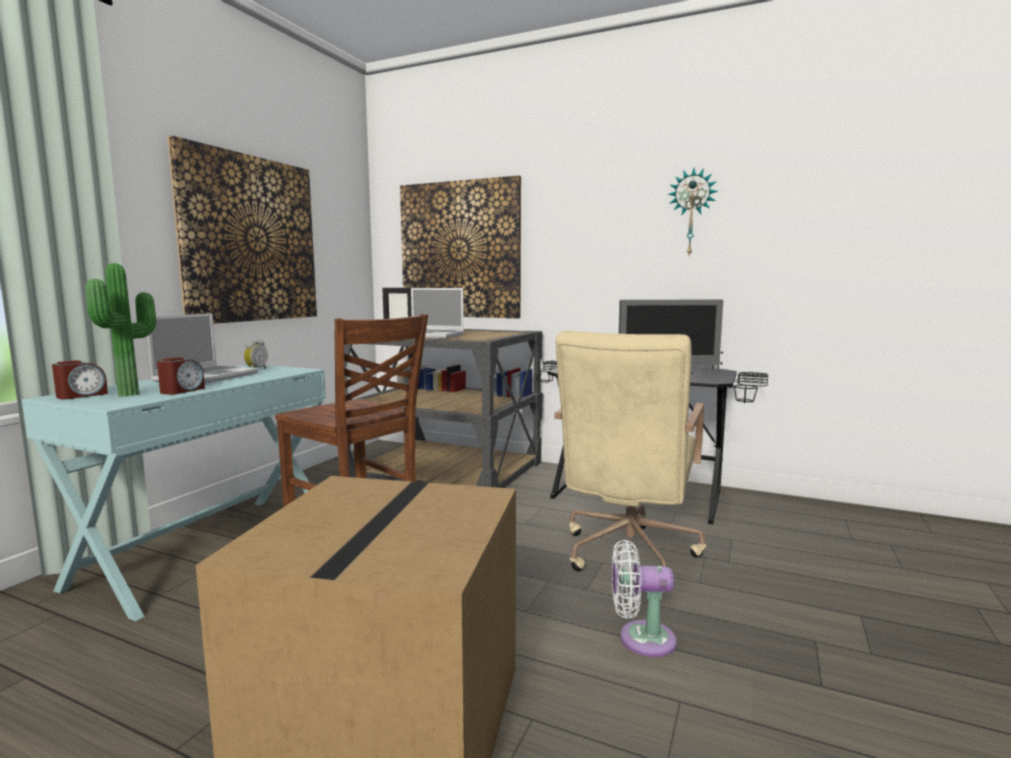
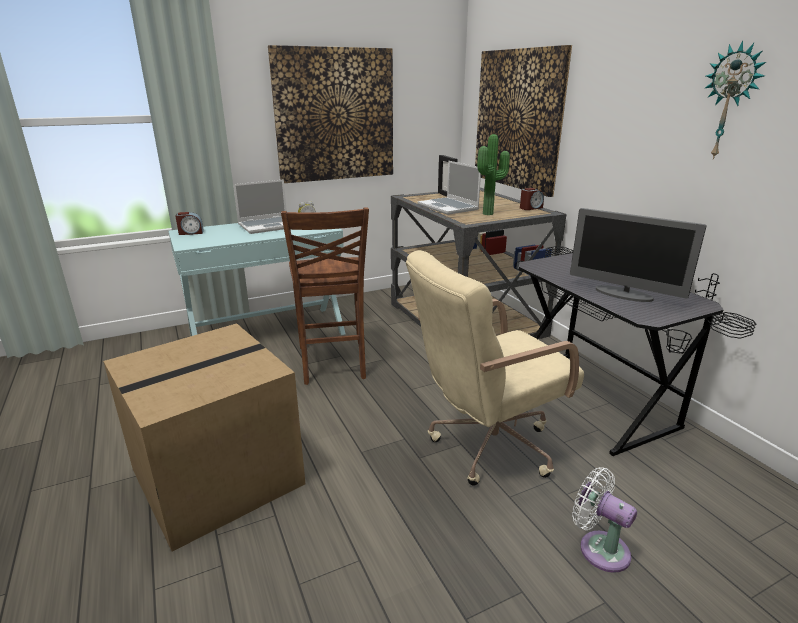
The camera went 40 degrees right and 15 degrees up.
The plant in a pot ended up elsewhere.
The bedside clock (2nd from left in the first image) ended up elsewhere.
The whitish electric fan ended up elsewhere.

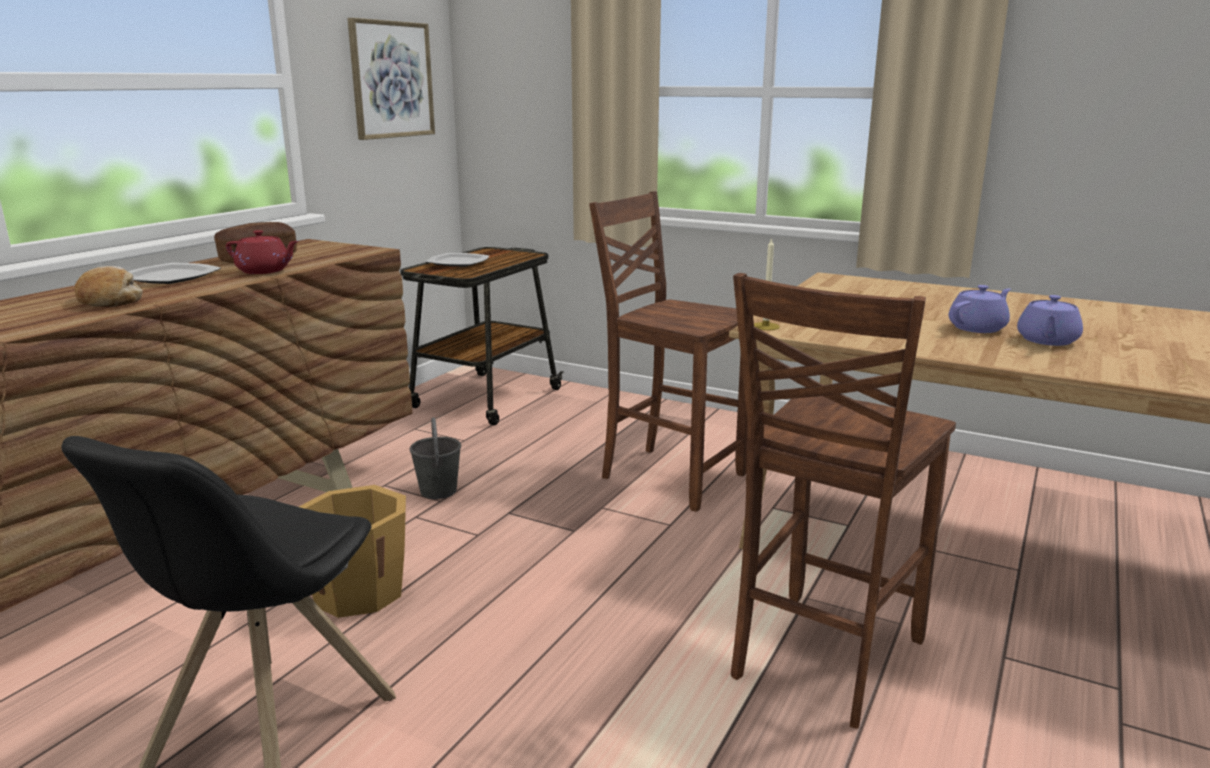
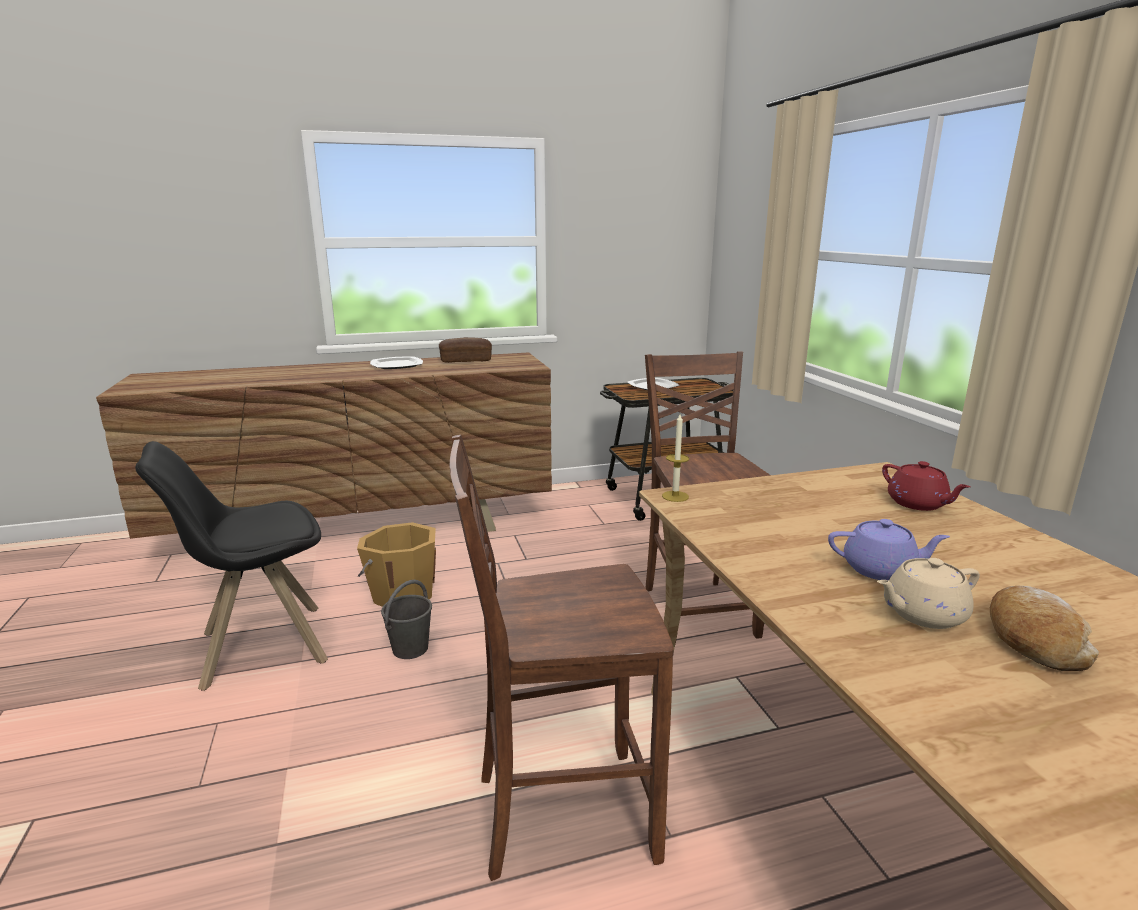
The camera went 45 degrees right and 0 degrees up.
The baked bread (1st from left in the first image) ended up elsewhere.
The red-coloured pot for tea ended up elsewhere.
The second view lost the wall art.
The grey bucket ended up elsewhere.
What was the purple pot for tea (2nd from left) turned into the beige pot for tea.

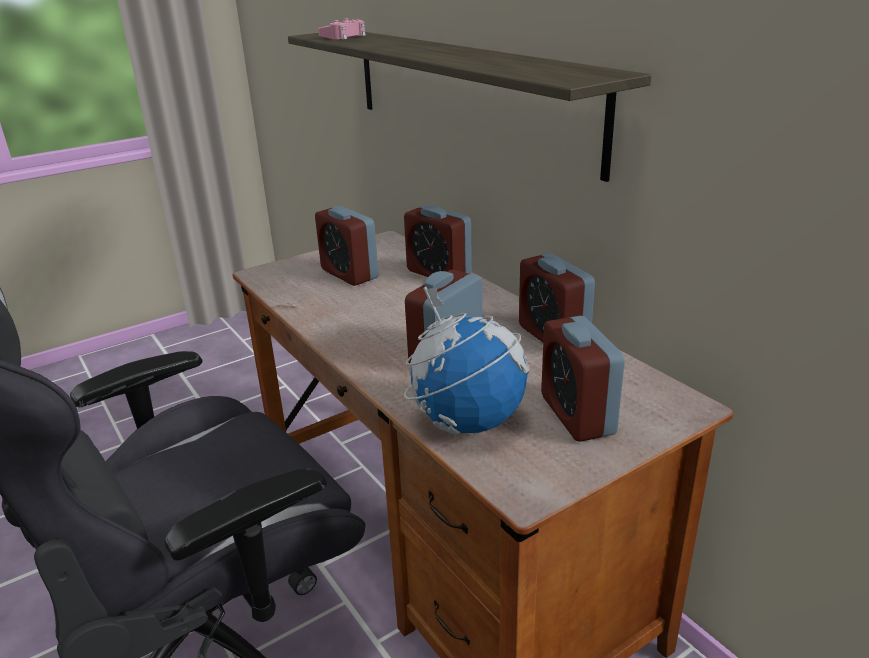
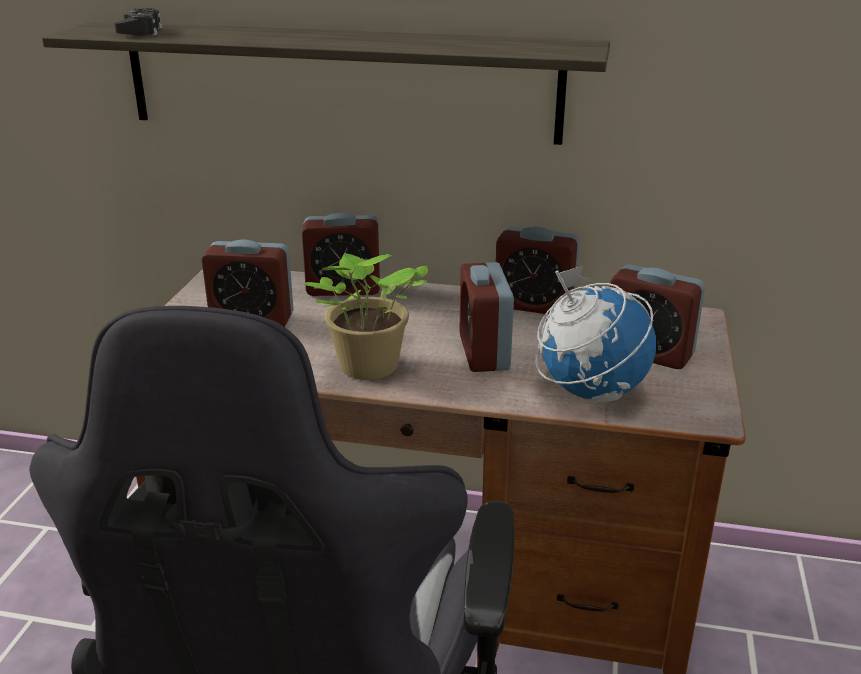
The camera went 45 degrees left and 0 degrees up.
What was the pinkish gamepad turned into the black-coloured gamepad.
The second view gained the plant in a pot.

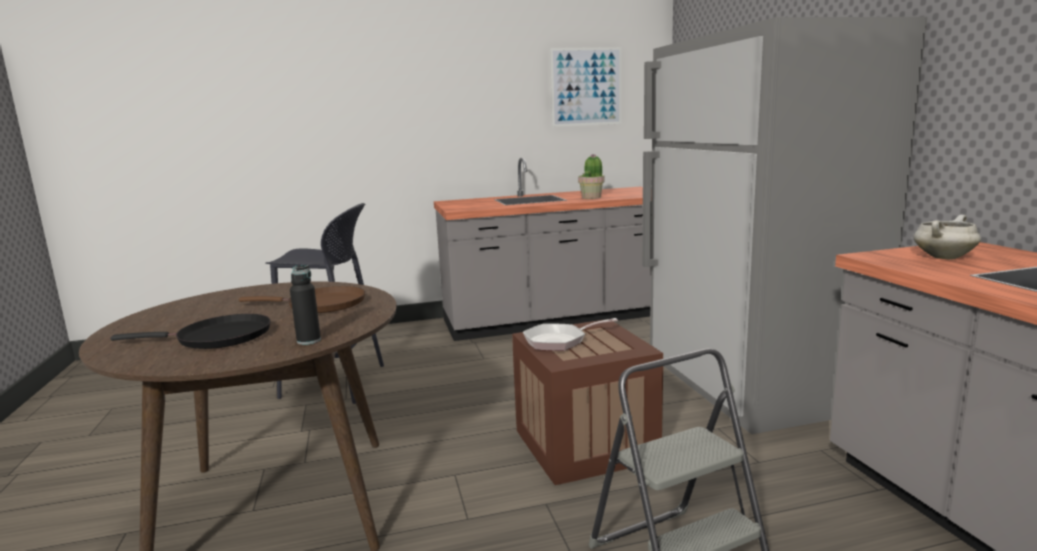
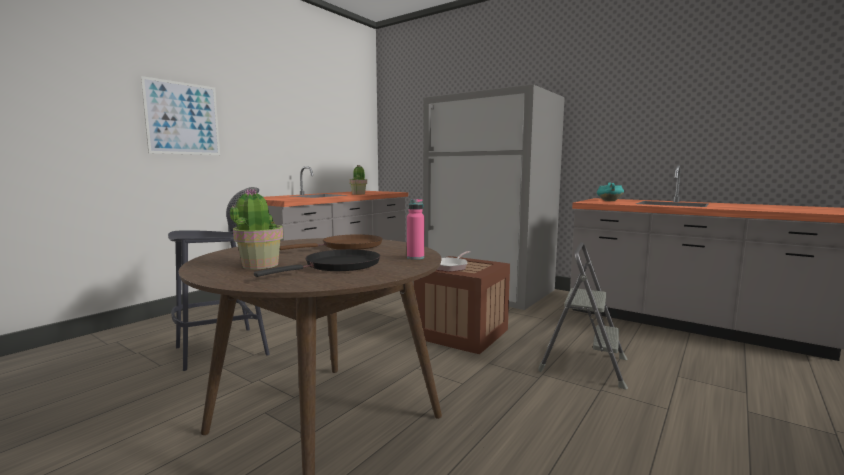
The camera went 40 degrees left and 5 degrees down.
What was the black-coloured drink bottle turned into the pinkish drink bottle.
The wall art ended up elsewhere.
What was the whitish saucepot turned into the blue-green saucepot.
The second view gained the plant in a pot (1st from left).

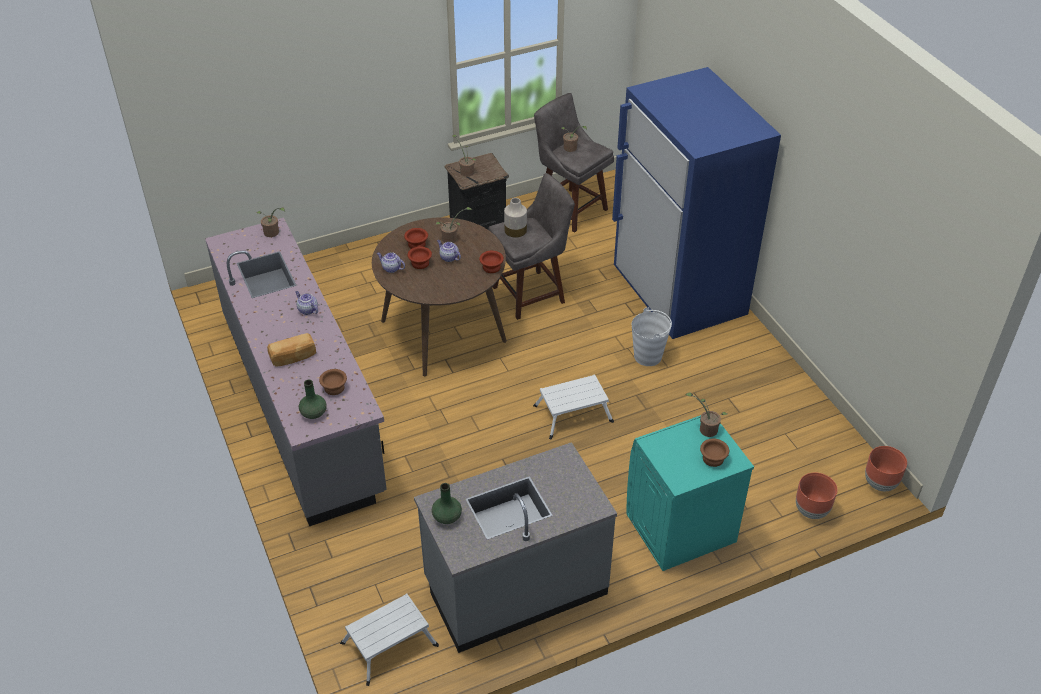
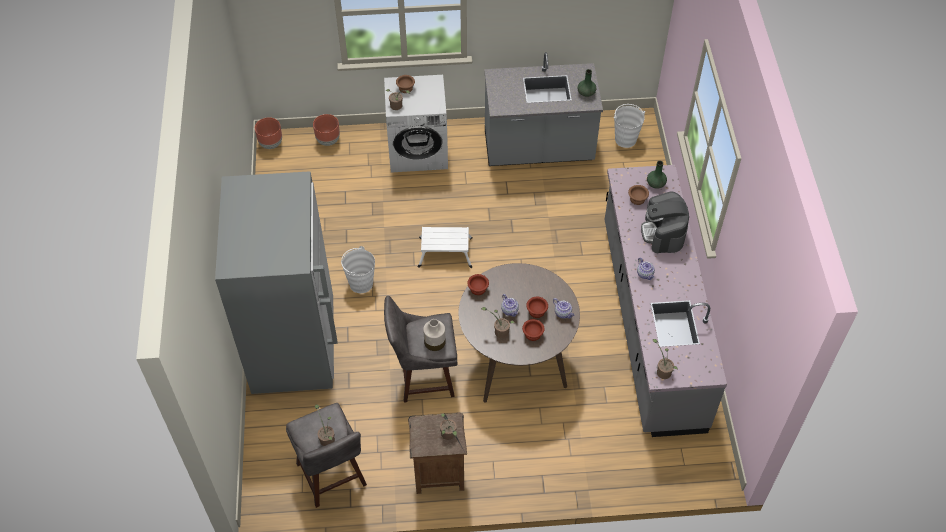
The camera went 160 degrees left and 10 degrees up.
Where the baked bread stood, the coffee maker came to stand.
Where the whitish step ladder (1st from left) stood, the whitish bucket (2nd from left) came to stand.
What was the blue kitchen fridge turned into the grey kitchen fridge.
What was the blue-green washing machine turned into the whitish washing machine.

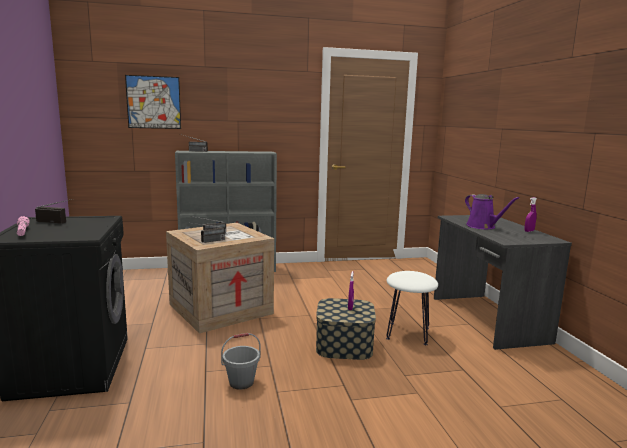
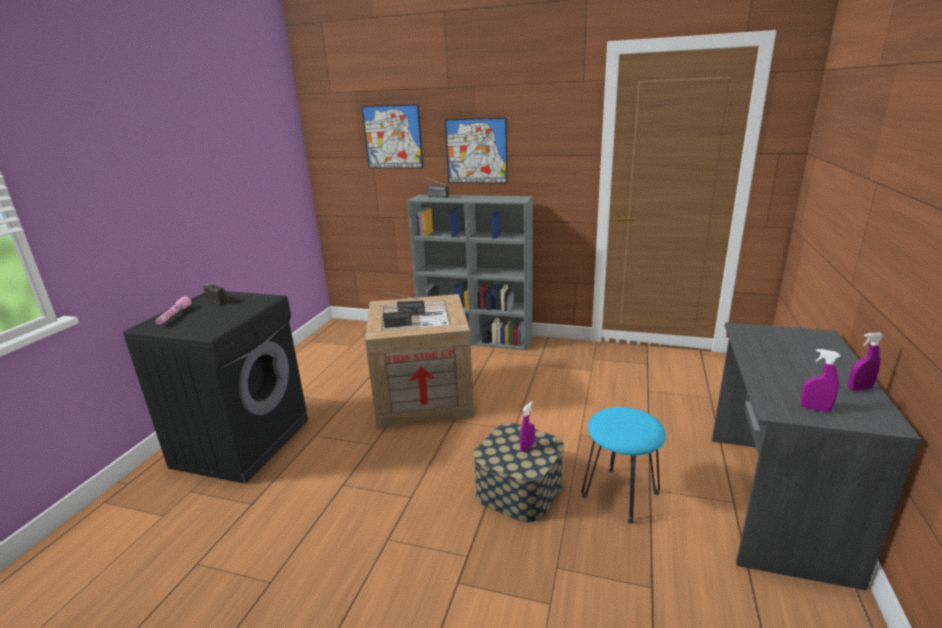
The camera went 30 degrees right and 10 degrees up.
The second view lost the grey bucket.
What was the whitish stool turned into the blue-green stool.
The second view lost the purple watering pot.
The second view gained the wall art (2nd from left).
The second view gained the purple spray bottle (2nd from left).

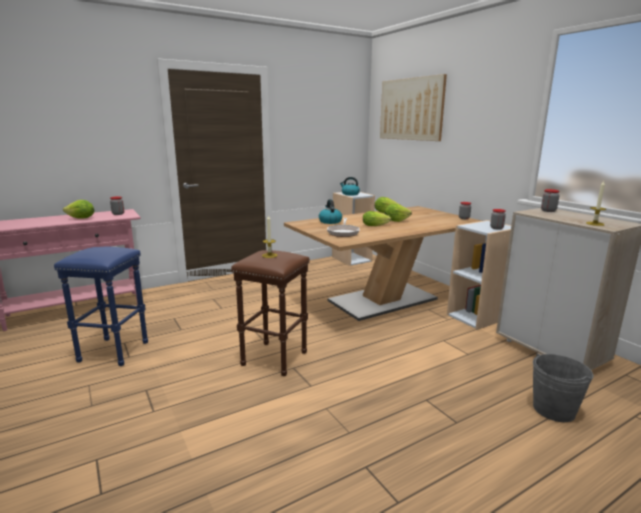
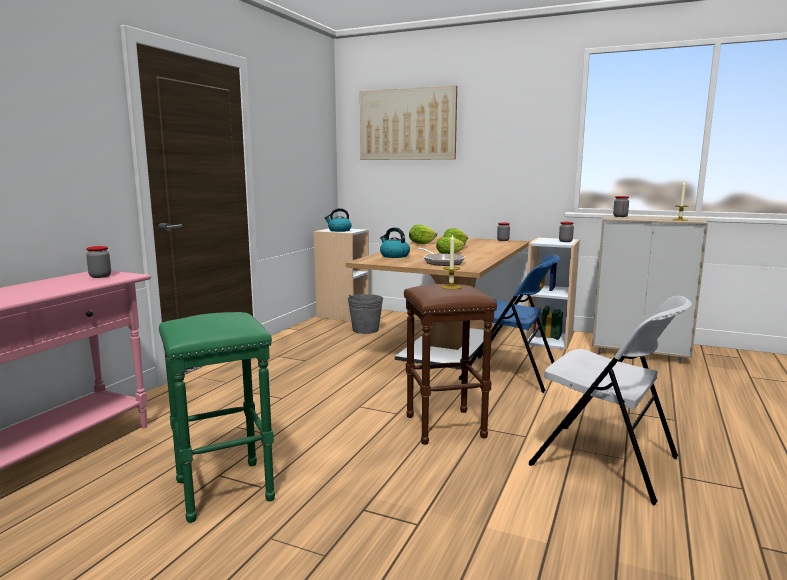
The camera went 35 degrees left and 5 degrees down.
What was the blue stool turned into the green stool.
The second view lost the head of lettuce (1st from left).
The grey bucket ended up elsewhere.
The second view gained the blue upright chair.
The second view gained the whitish upright chair.

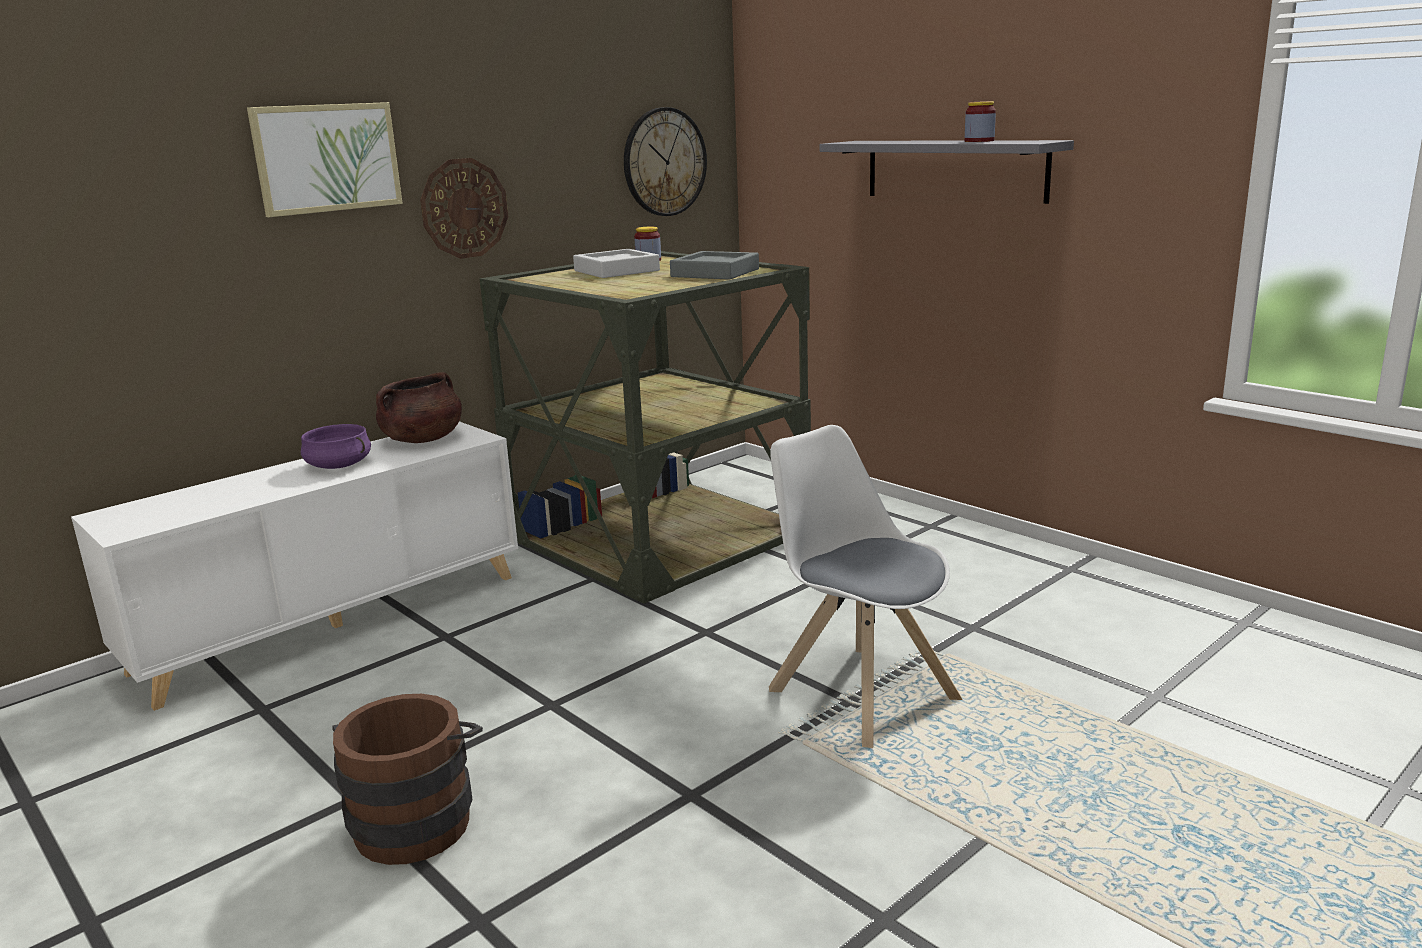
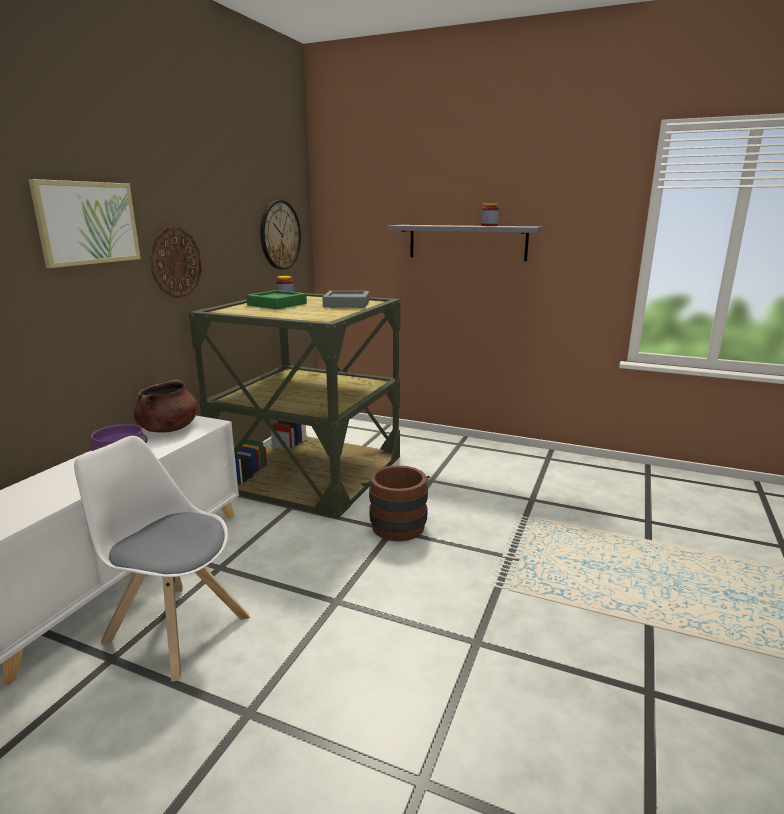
The camera went 25 degrees left and 0 degrees up.
The brownish bucket ended up elsewhere.
What was the grey carrying tray (1st from left) turned into the green carrying tray.
The upright chair ended up elsewhere.

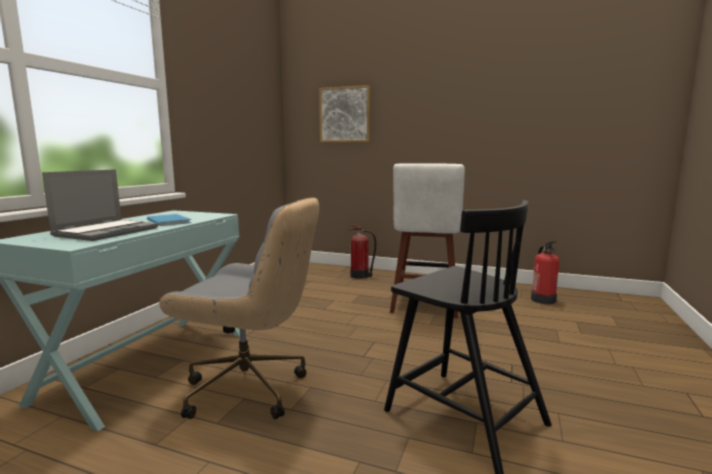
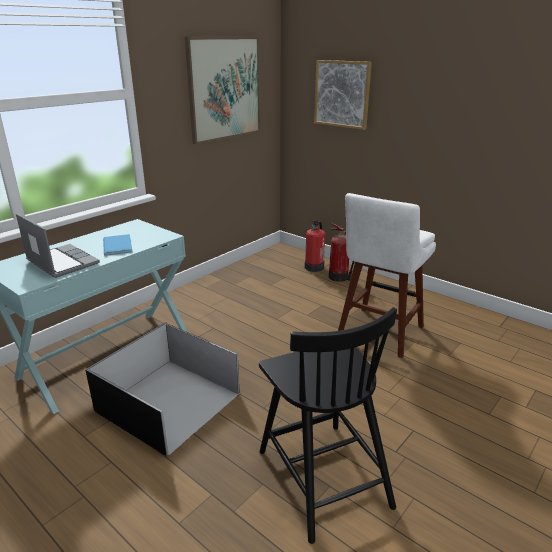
The camera went 20 degrees right and 15 degrees up.
The notebook computer ended up facing another way, 90 degrees counterclockwise from before.
Where the grey computer chair stood, the black-coloured storage bin came to stand.
The extinguisher (2nd from left in the first image) ended up elsewhere.
The second view gained the wall art (1st from left).

